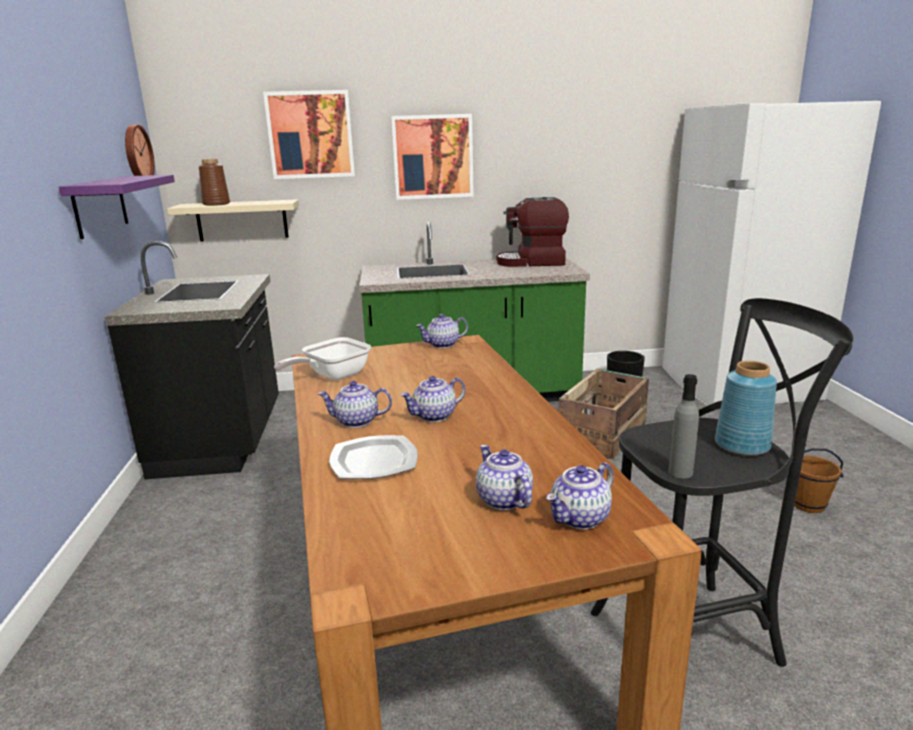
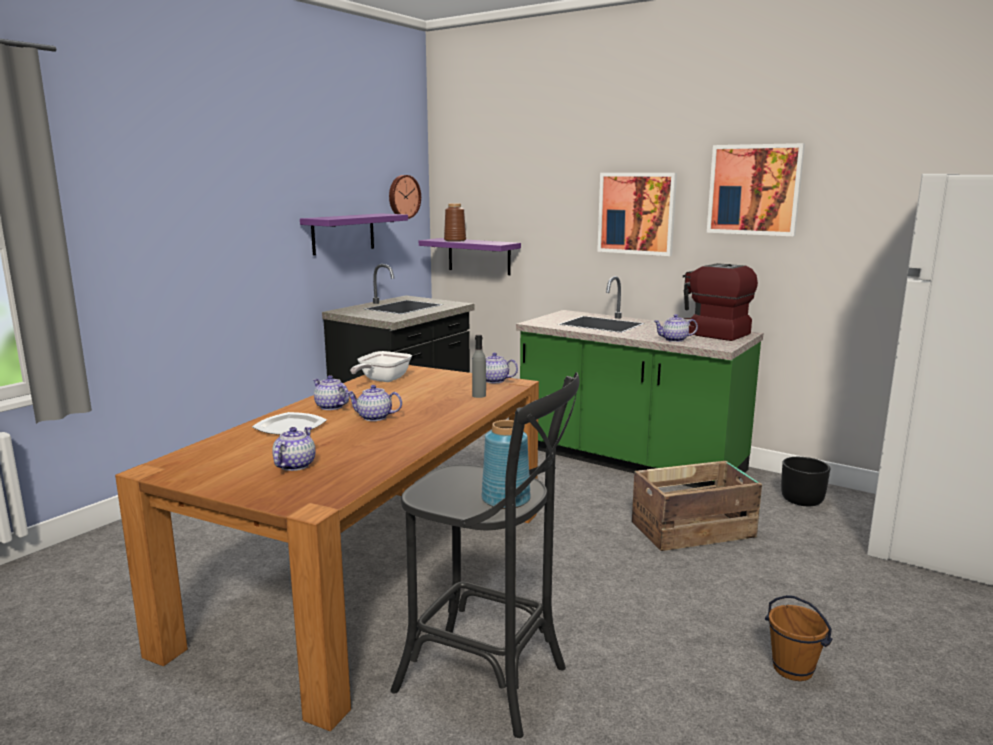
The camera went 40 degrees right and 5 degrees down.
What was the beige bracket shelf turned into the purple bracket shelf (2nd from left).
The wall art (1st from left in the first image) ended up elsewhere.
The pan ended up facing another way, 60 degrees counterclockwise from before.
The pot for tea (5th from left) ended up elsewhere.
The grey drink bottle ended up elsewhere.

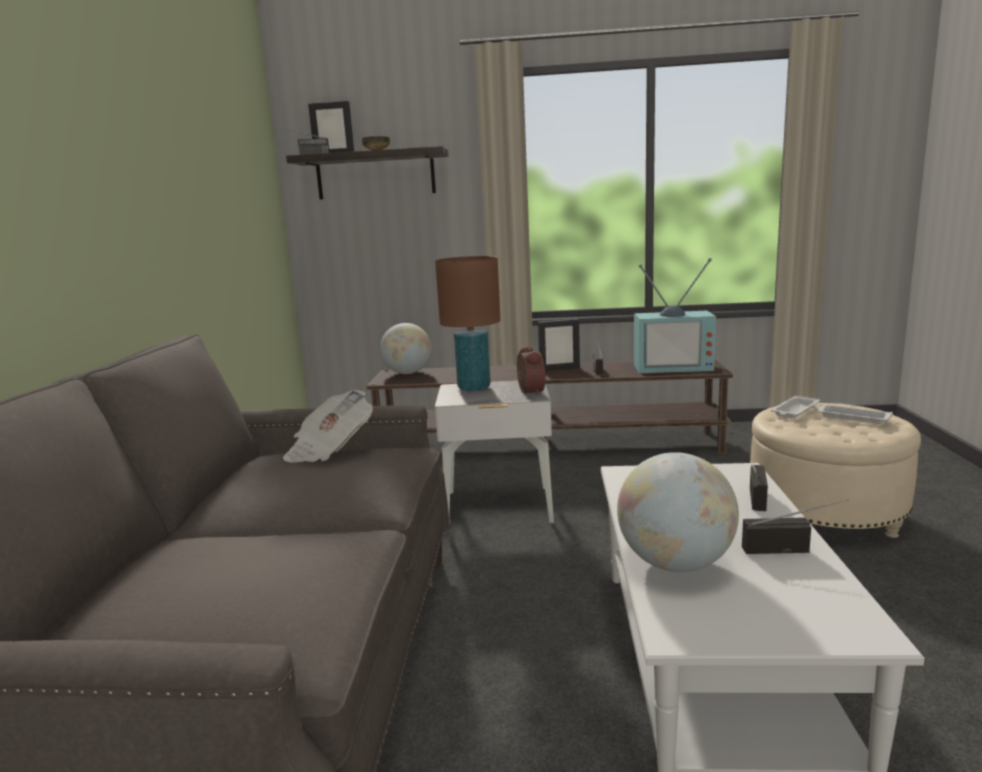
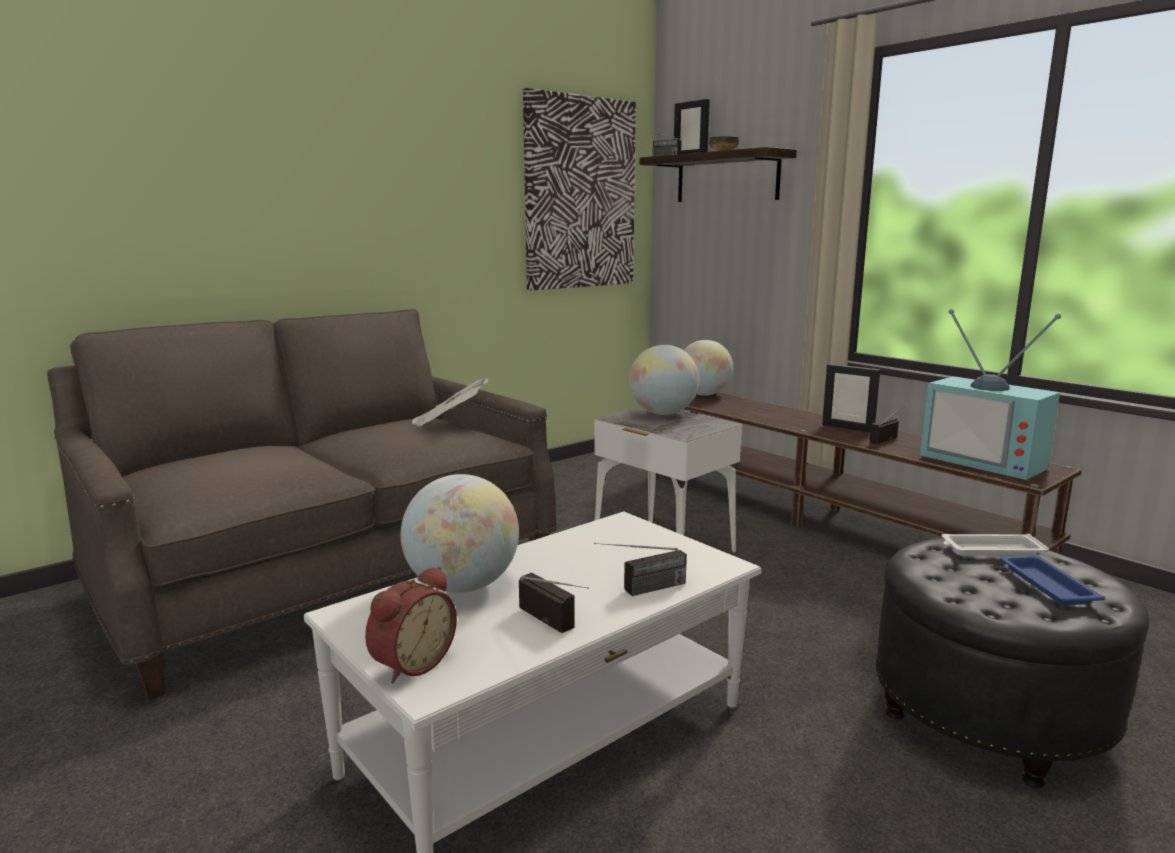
The camera went 45 degrees right and 0 degrees up.
Where the brownish tabletop lamp stood, the globe (2nd from left) came to stand.
The bedside clock ended up elsewhere.
What was the beige footrest turned into the black-coloured footrest.
What was the whitish carrying tray (2nd from left) turned into the blue carrying tray.
The second view gained the wall art.

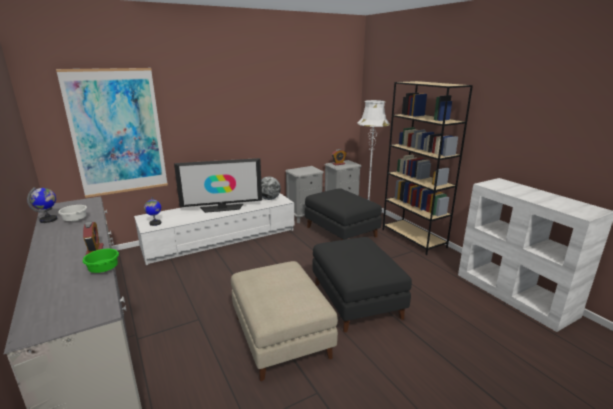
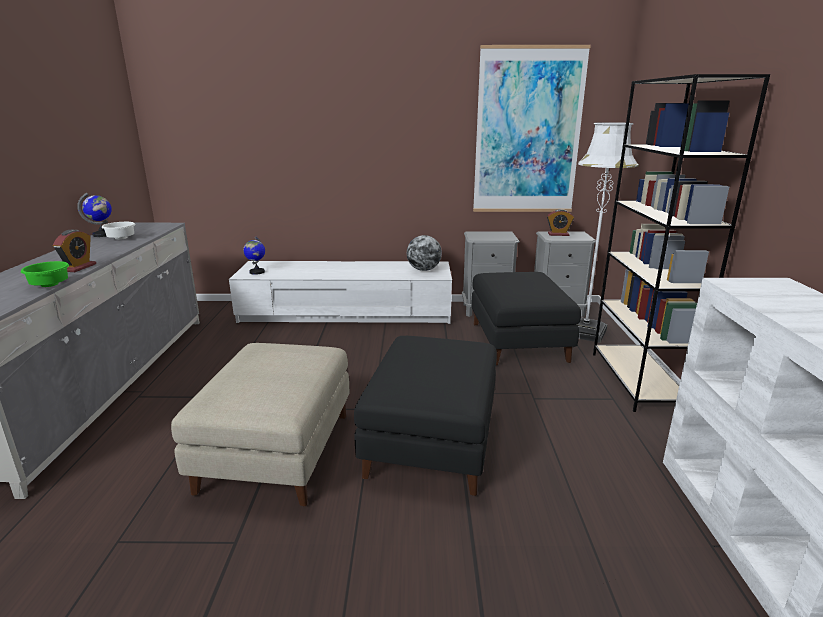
The camera went 30 degrees right and 0 degrees up.
The wall art ended up elsewhere.
The second view lost the TV set.

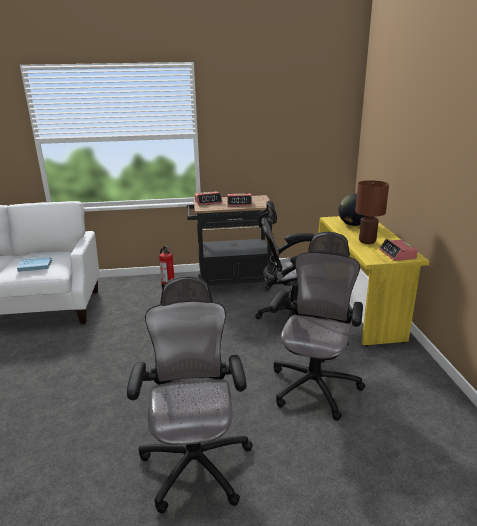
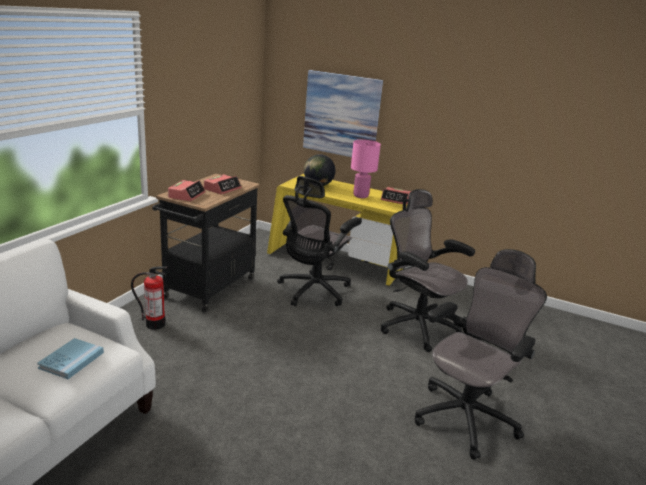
The camera went 60 degrees left and 0 degrees up.
The computer chair (1st from left in the first image) ended up facing another way, 105 degrees clockwise from before.
What was the brownish tabletop lamp turned into the pinkish tabletop lamp.
The second view gained the wall art.

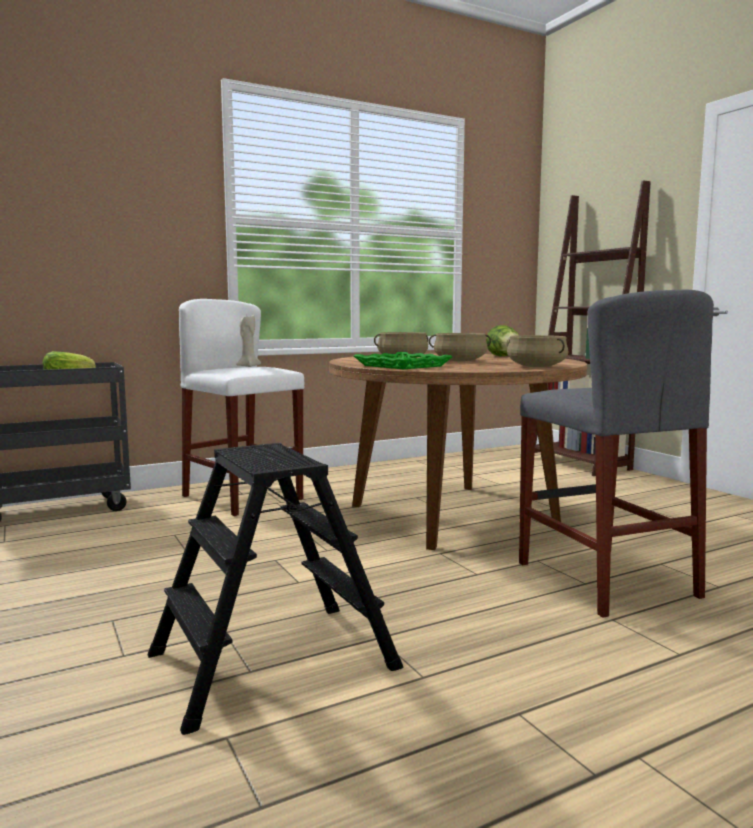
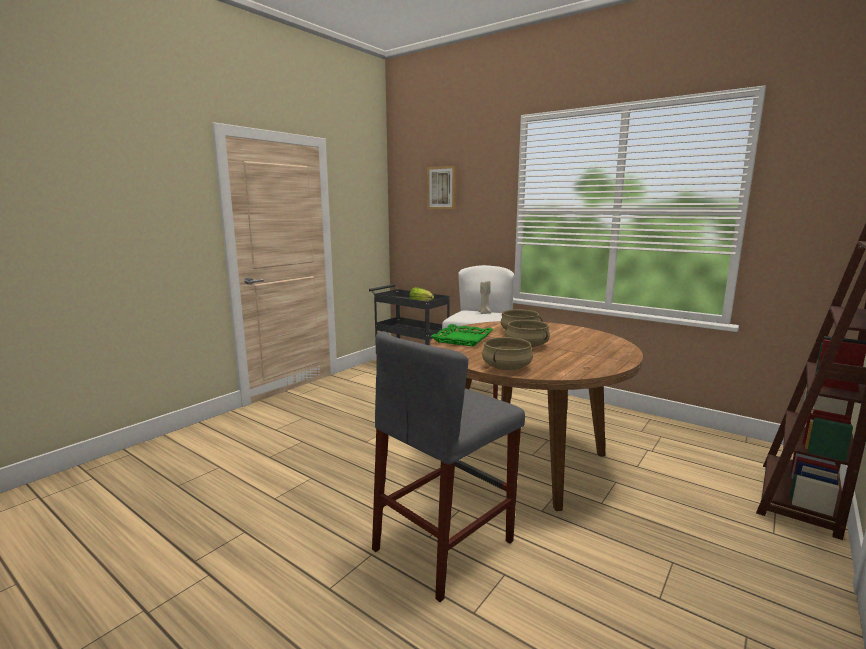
The camera went 65 degrees right and 5 degrees up.
The second view lost the black-coloured step ladder.
The second view lost the head of lettuce (2nd from left).
The second view gained the wall art.

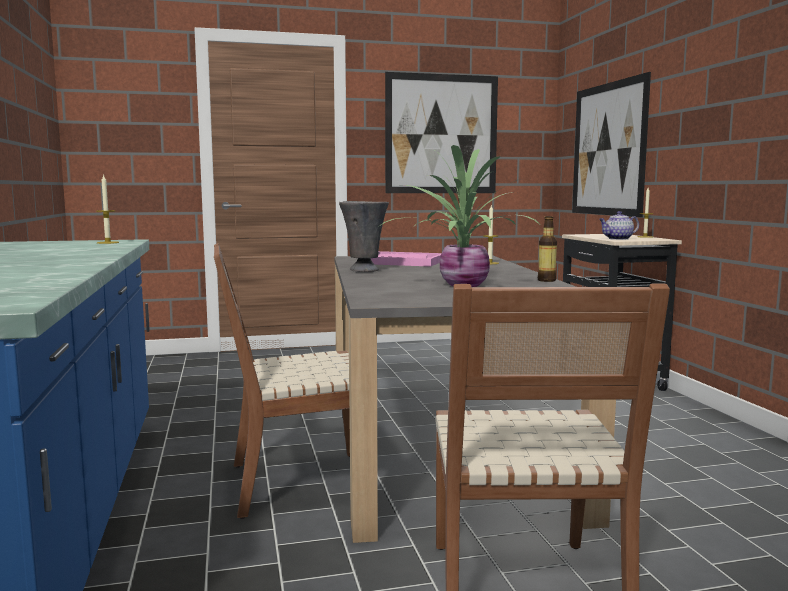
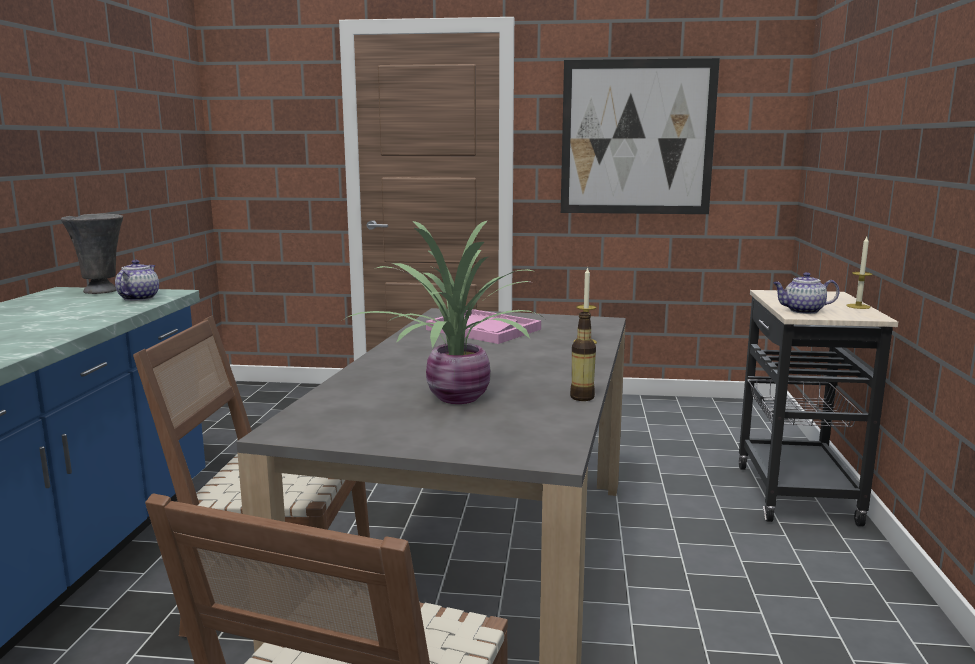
The camera went 20 degrees right and 5 degrees up.
Where the candle (1st from left) stood, the pot for tea (1st from left) came to stand.
The grey flower vase ended up elsewhere.
The second view lost the wall art (2nd from left).

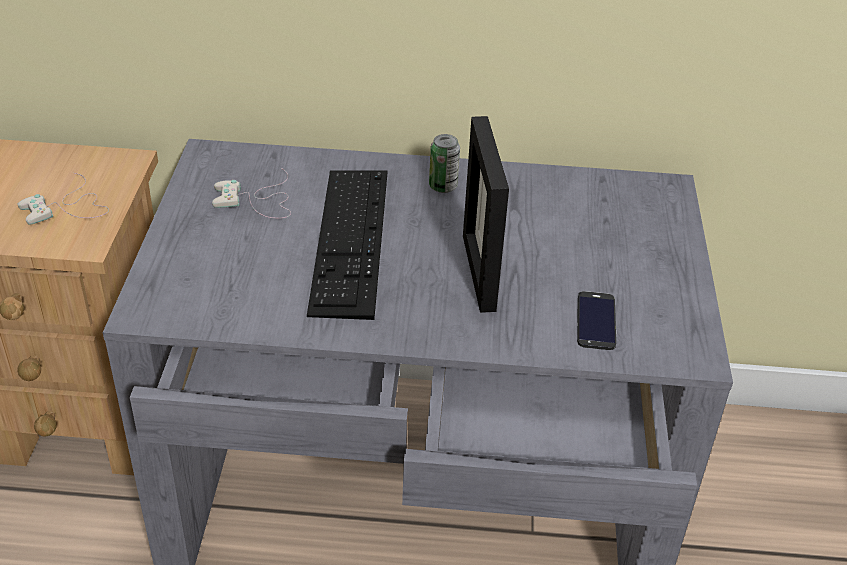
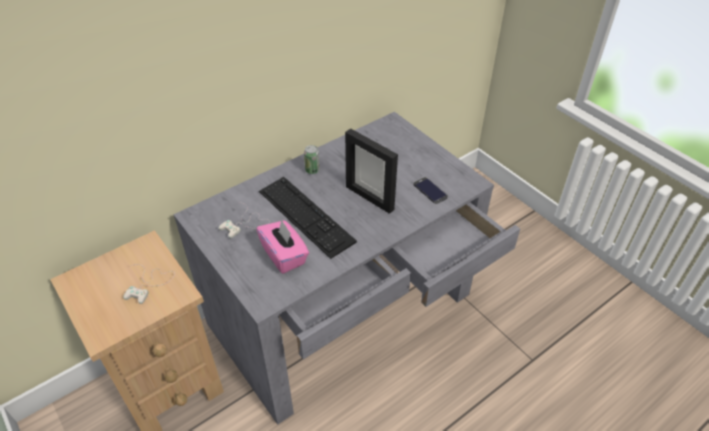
The camera went 40 degrees left and 5 degrees up.
The second view gained the pinkish tissue holder.

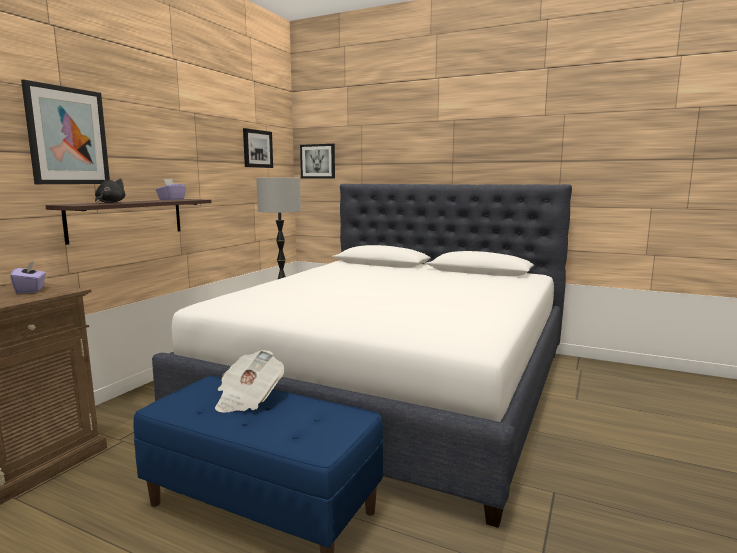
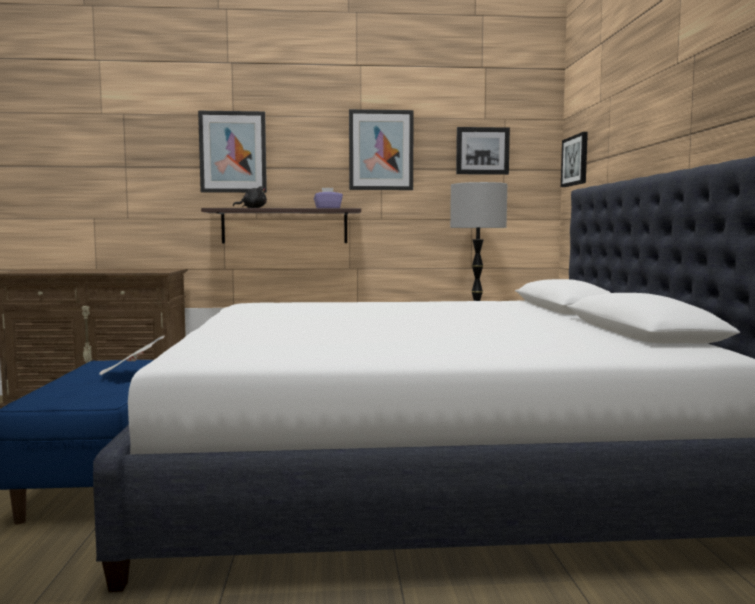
The camera went 60 degrees right and 5 degrees down.
The second view lost the purple tissue holder (1st from left).
The second view gained the wall art (2nd from left).

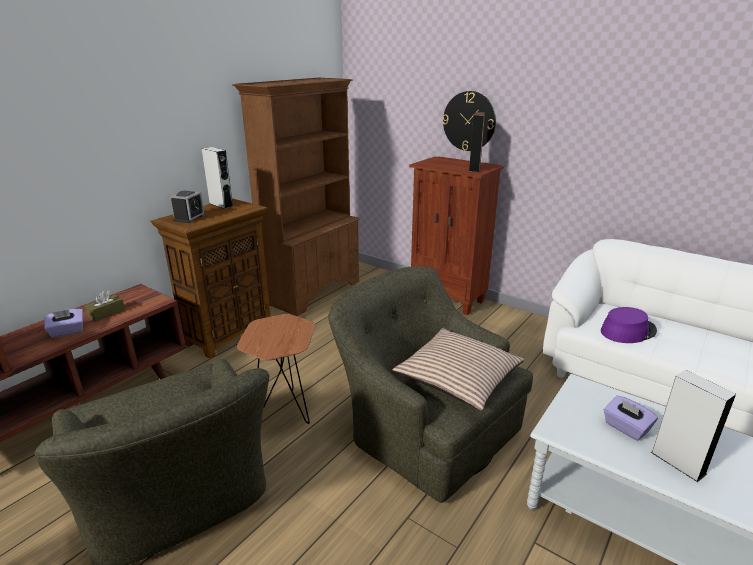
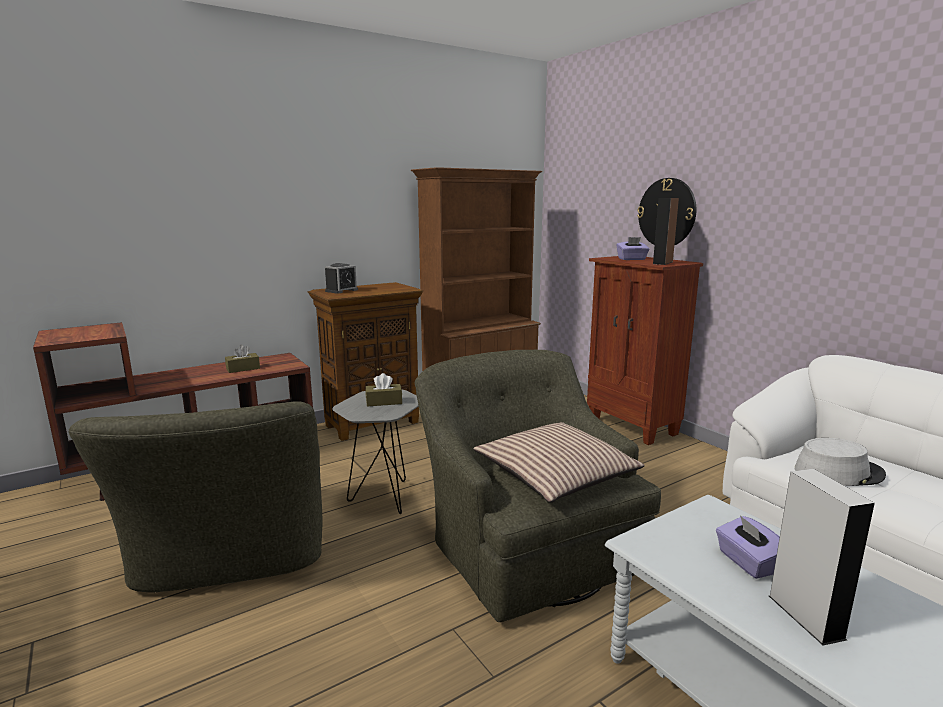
The camera went 20 degrees right and 10 degrees down.
The purple tissue holder (1st from left) ended up elsewhere.
The second view lost the grey speaker (1st from left).
What was the brownish side table turned into the grey side table.
What was the purple wearable hat turned into the grey wearable hat.
The second view gained the brownish tissue holder (2nd from left).

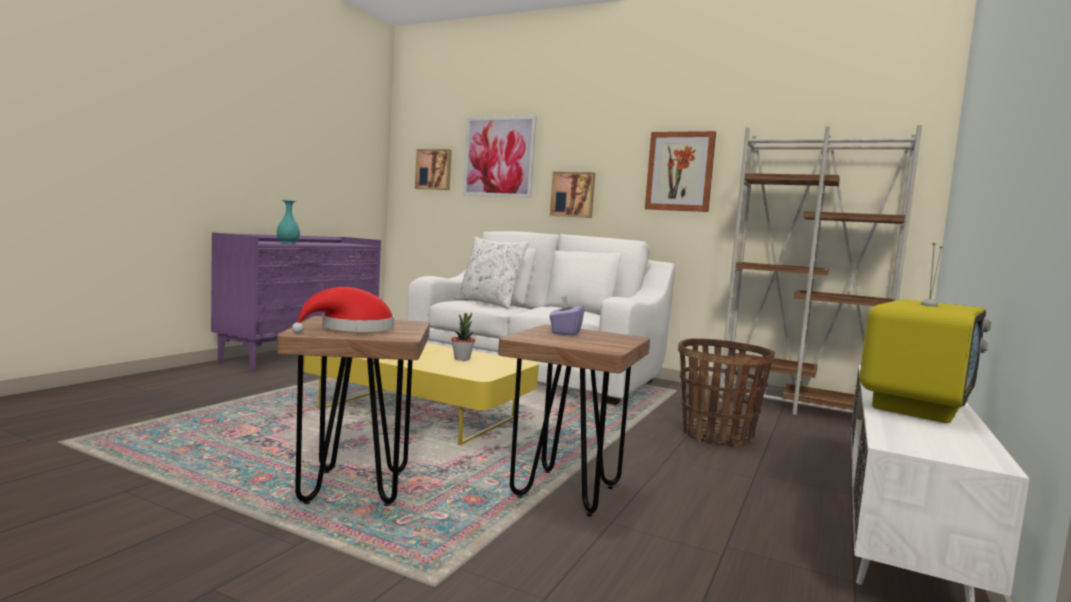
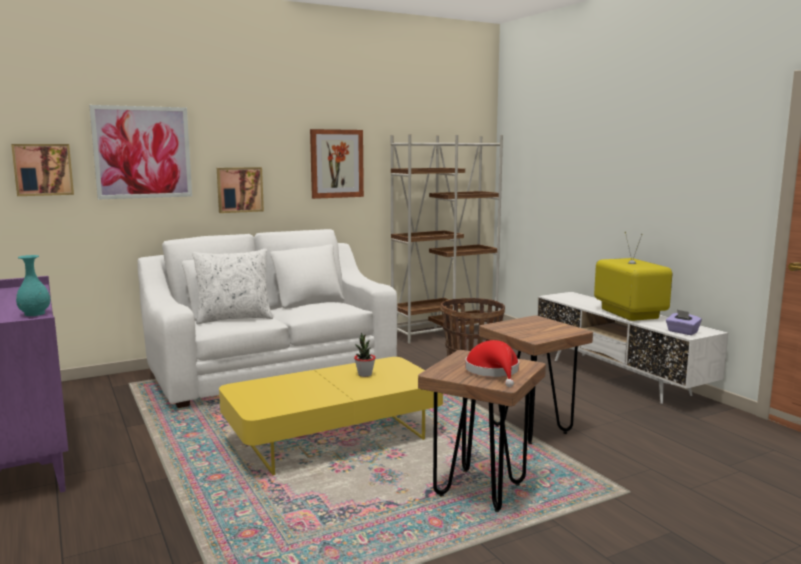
The camera went 55 degrees left and 5 degrees up.
The purple tissue holder ended up elsewhere.

